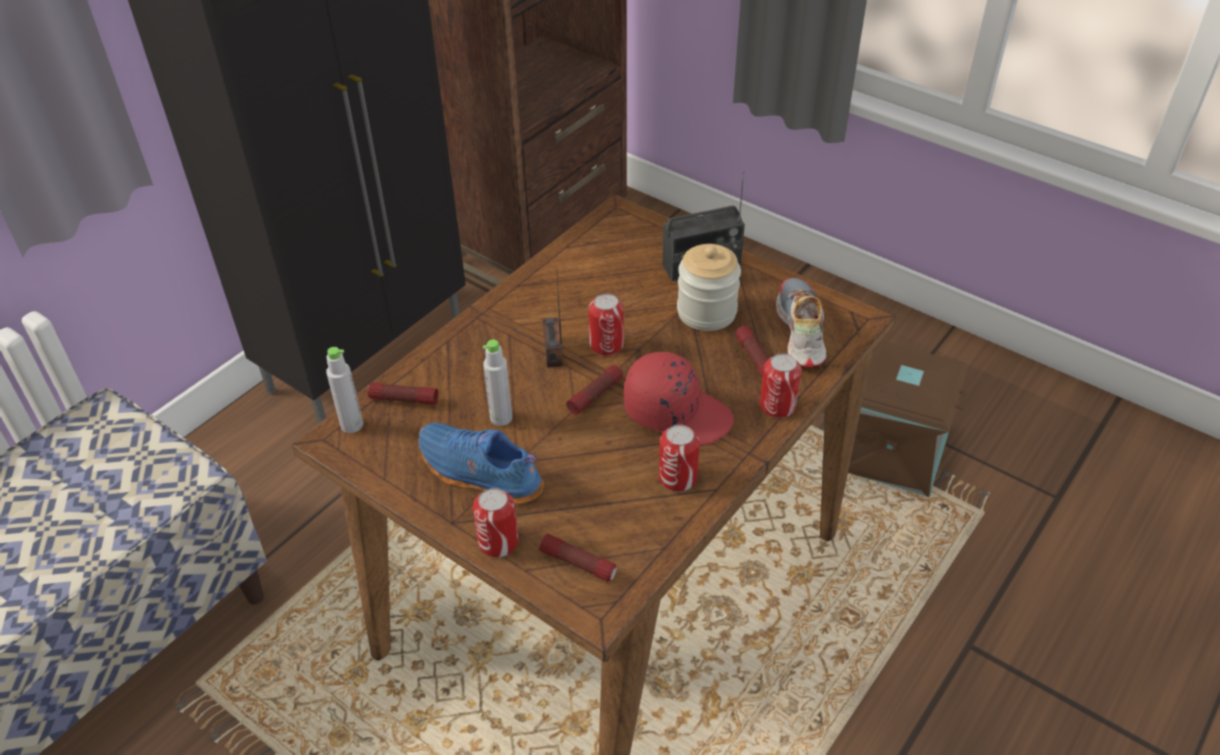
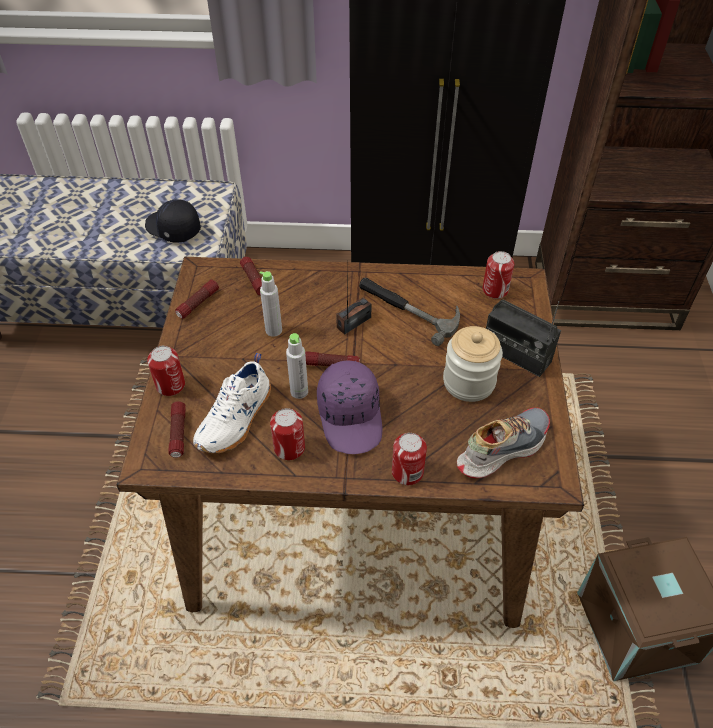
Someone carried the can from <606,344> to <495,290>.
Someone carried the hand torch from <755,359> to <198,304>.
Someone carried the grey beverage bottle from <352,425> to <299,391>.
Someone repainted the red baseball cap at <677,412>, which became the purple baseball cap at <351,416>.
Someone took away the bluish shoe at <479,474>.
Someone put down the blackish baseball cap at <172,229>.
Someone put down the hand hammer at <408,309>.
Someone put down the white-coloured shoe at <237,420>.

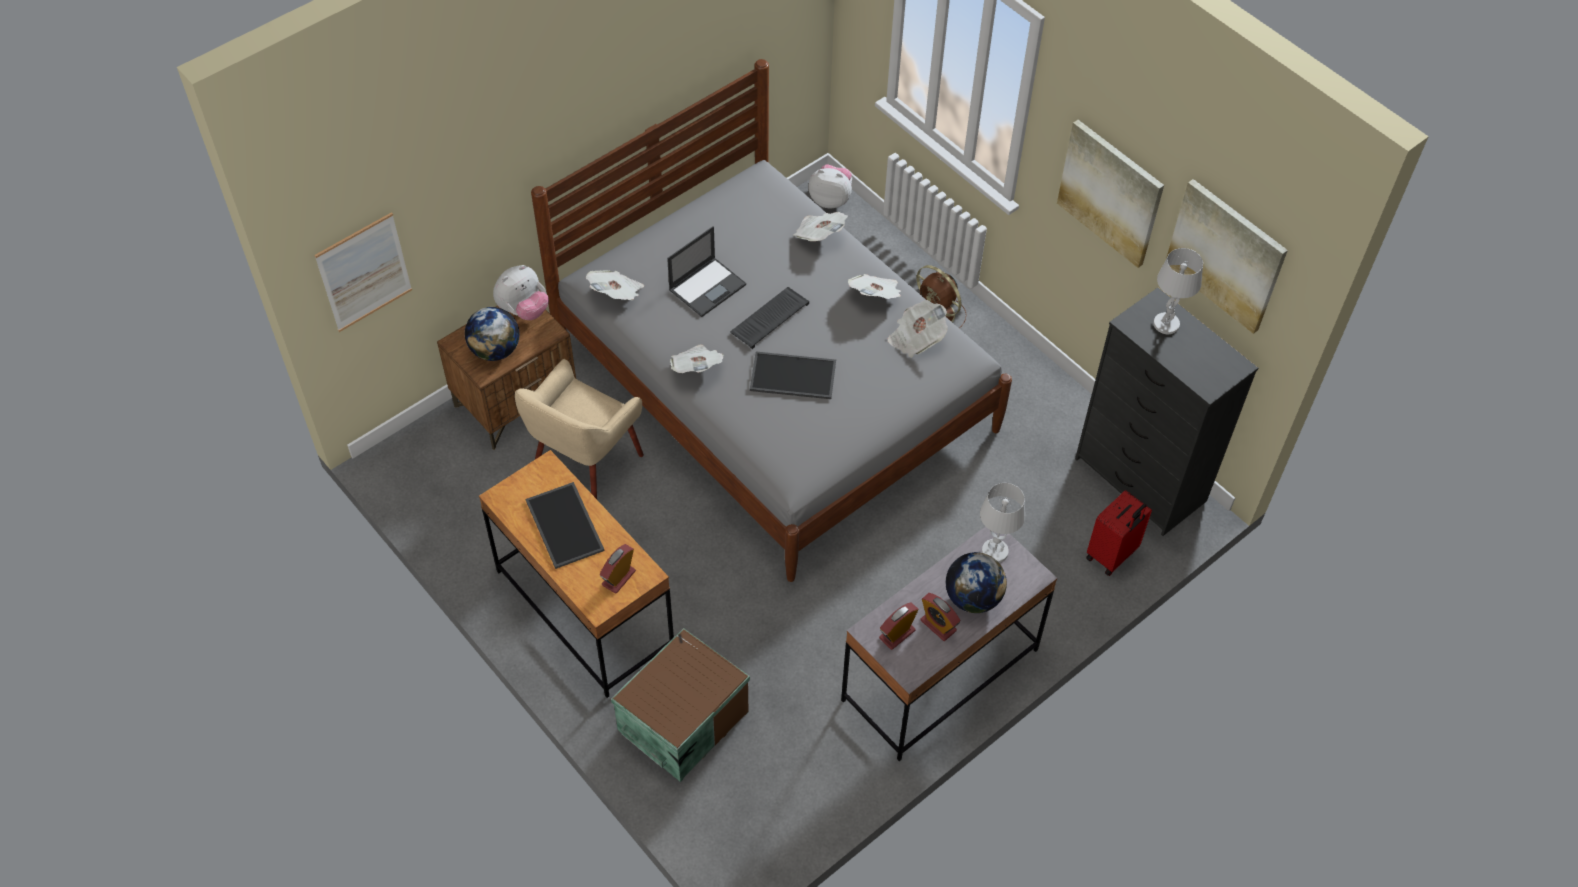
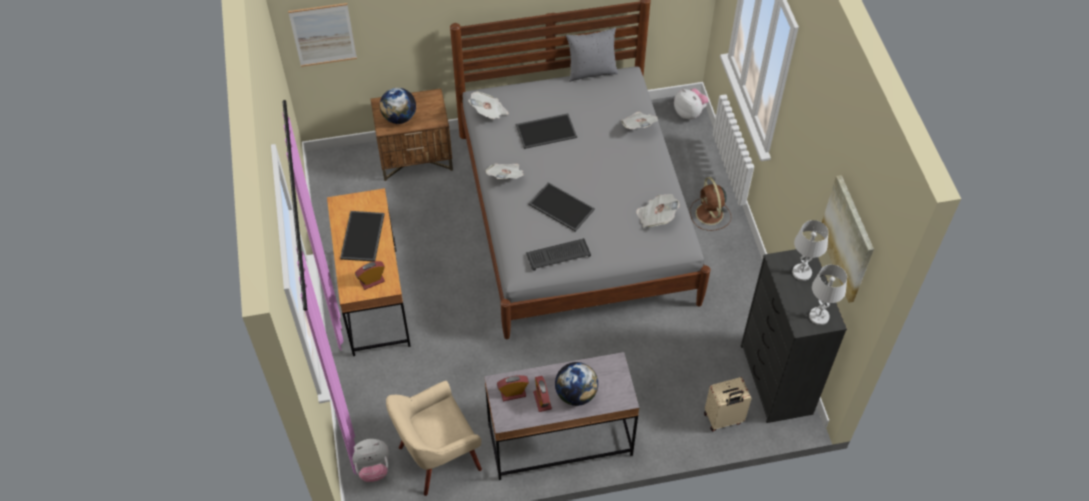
Someone took away the wall picture at <1110,192>.
Someone swapped the notebook computer at <708,287> for the carrying tray at <546,130>.
Someone carried the plush toy from <523,310> to <373,468>.
Someone took away the daily paper at <876,295>.
Someone carried the keyboard from <769,317> to <558,254>.
Someone carried the sand-coloured easy chair from <585,464> to <438,457>.
Someone carried the white-coloured lamp for a table from <994,551> to <818,316>.
Someone repainted the red piece of luggage at <1112,555>, which became the sand-coloured piece of luggage at <723,419>.
Someone took away the brownish storage container at <681,720>.
Someone put down the grey throw pillow at <591,71>.

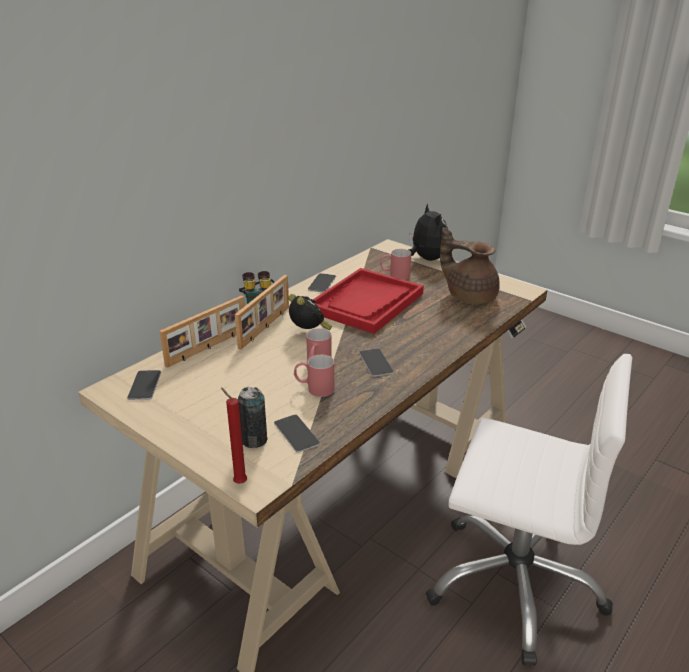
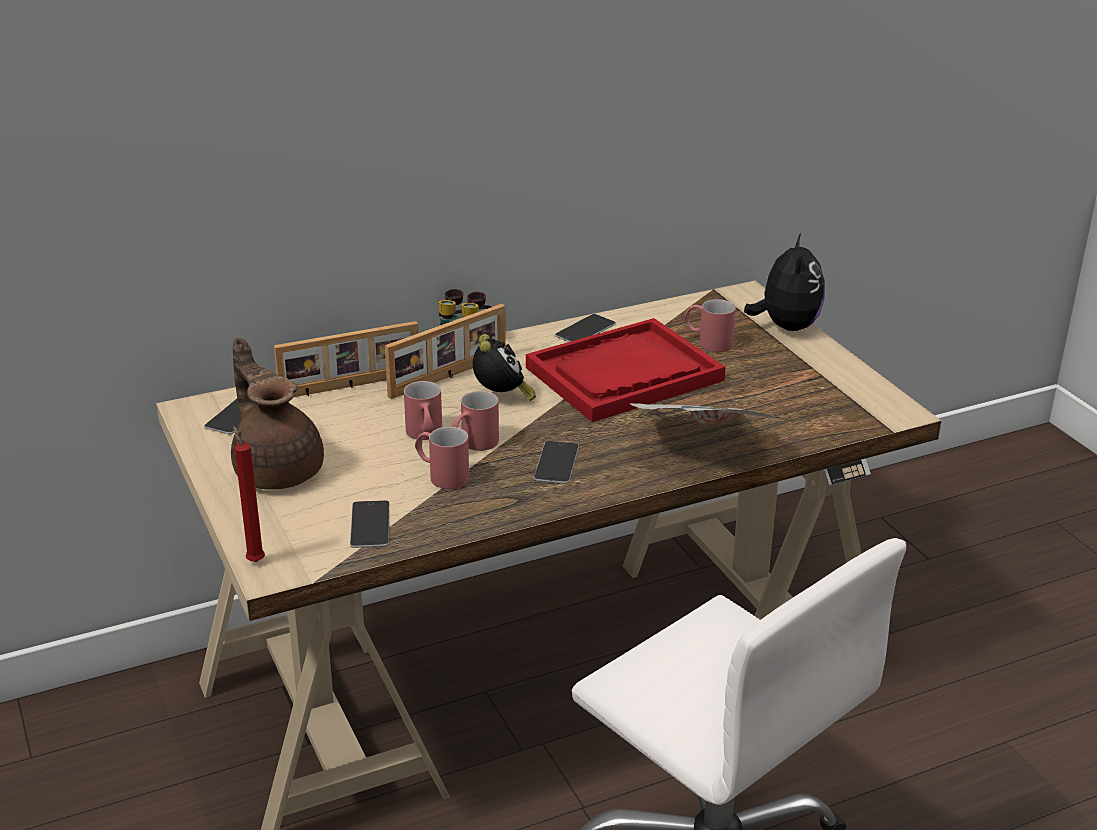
Someone carried the brownish tea pot from <469,295> to <278,469>.
Someone took away the can at <254,440>.
Someone put down the red tea mug at <425,436>.
Someone put down the daily paper at <703,445>.

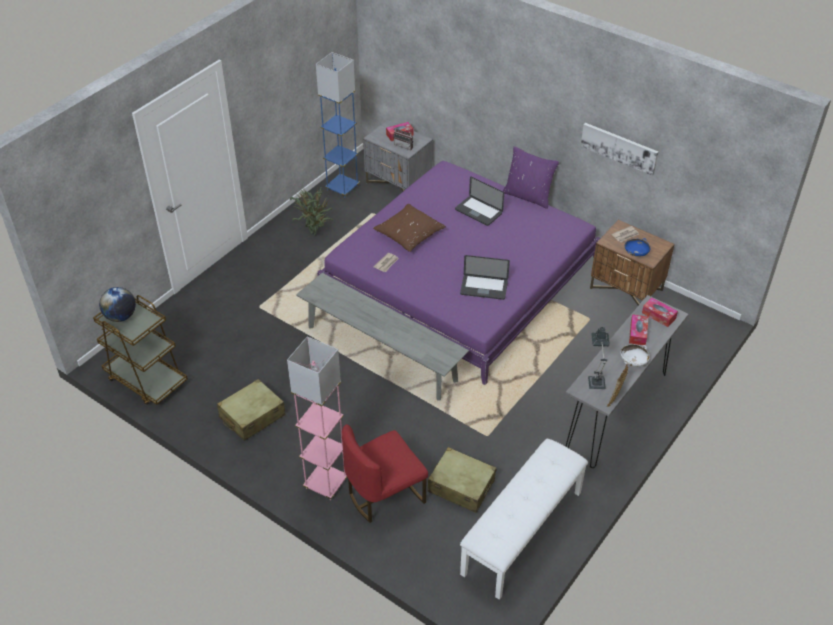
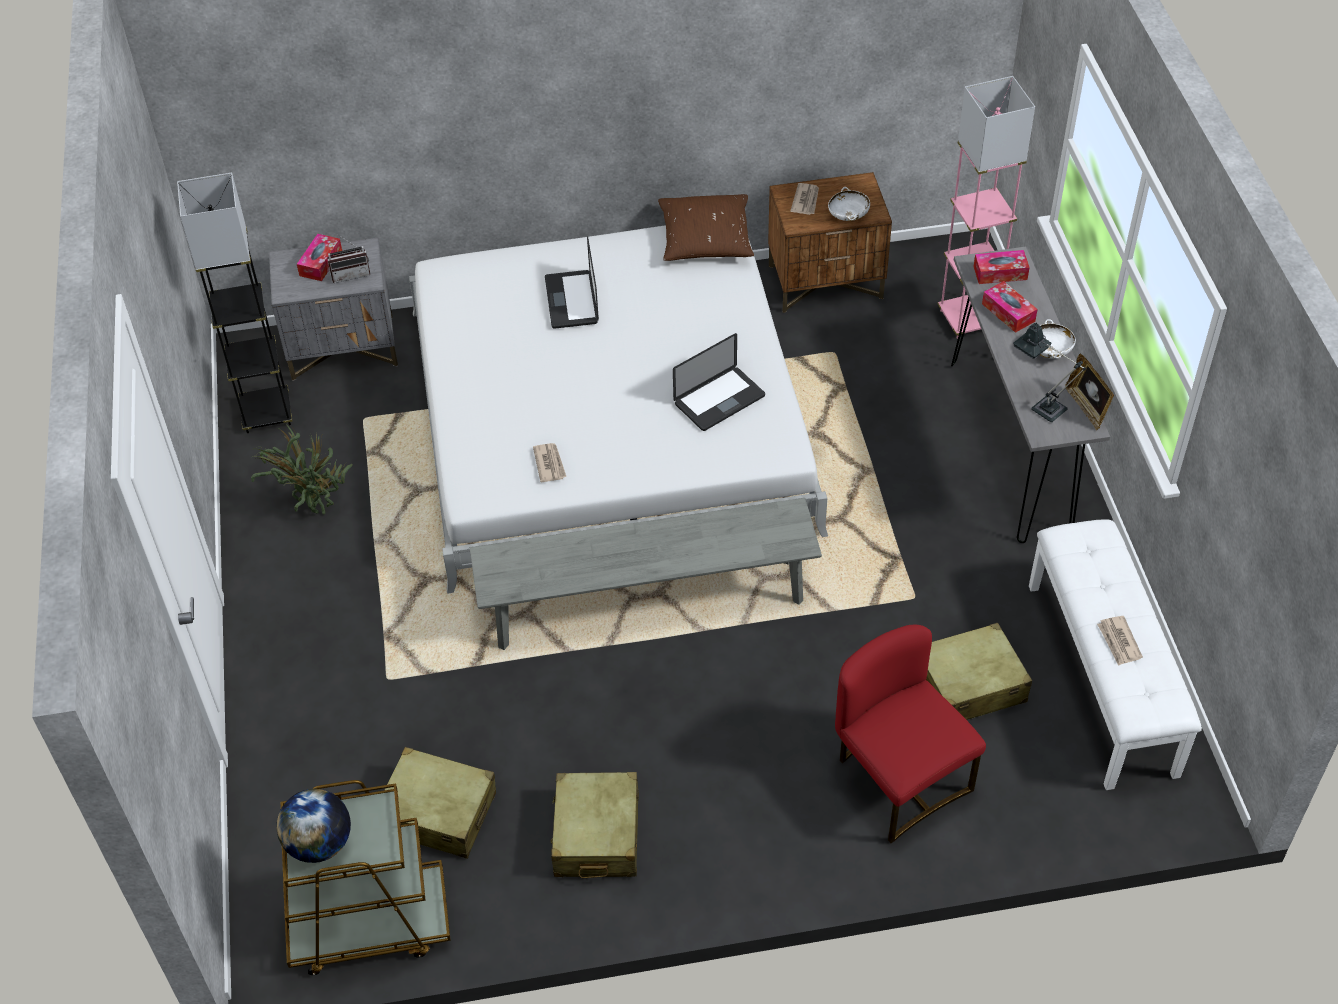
Someone repainted the bluish floor lamp at <342,188>, which became the grey floor lamp at <267,413>.
Someone took away the wall picture at <619,148>.
Someone took away the purple throw pillow at <528,196>.
Someone repainted the purple bed at <460,277>, which became the white-coloured bed at <608,419>.
Someone rotated the notebook computer at <478,211> by 90 degrees clockwise.
Someone carried the brownish throw pillow from <409,234> to <705,239>.
Someone repainted the bluish deep dish at <636,253>, which became the white-coloured deep dish at <848,216>.
Someone carried the pinkish floor lamp from <325,483> to <967,319>.
Someone rotated the red upright chair at <384,495> by 135 degrees clockwise.
Someone put down the daily paper at <1119,642>.
Someone put down the sand-coloured piece of luggage at <437,812>.

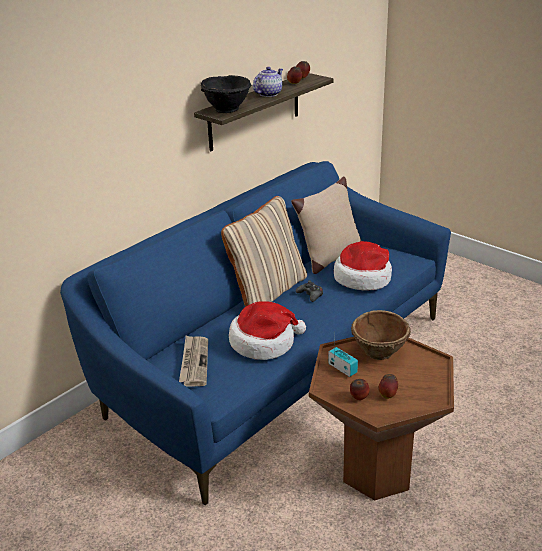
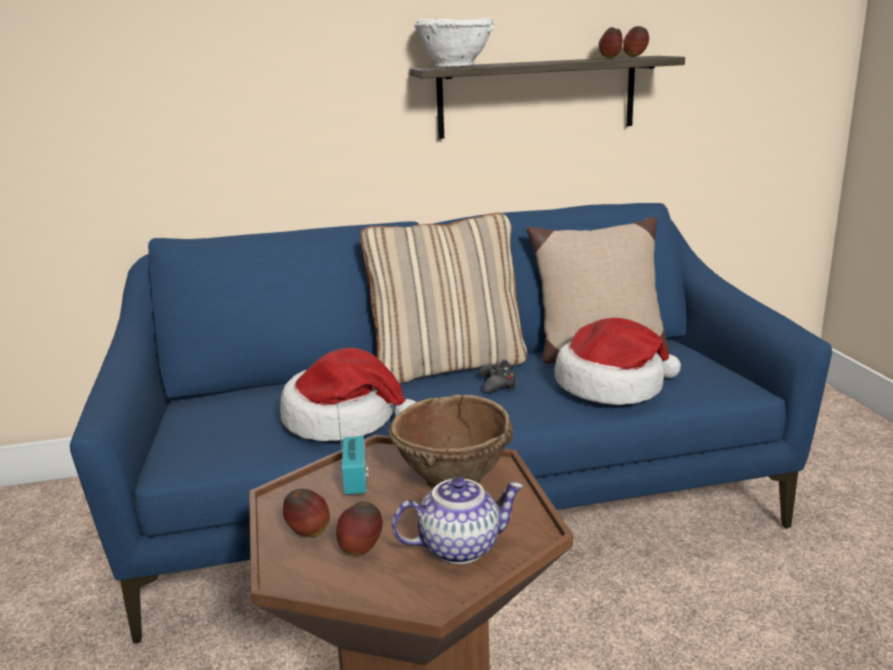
Someone carried the tea pot from <268,94> to <460,546>.
Someone repainted the blackish deep dish at <227,109>, which became the white-coloured deep dish at <456,66>.
Someone took away the daily paper at <194,362>.

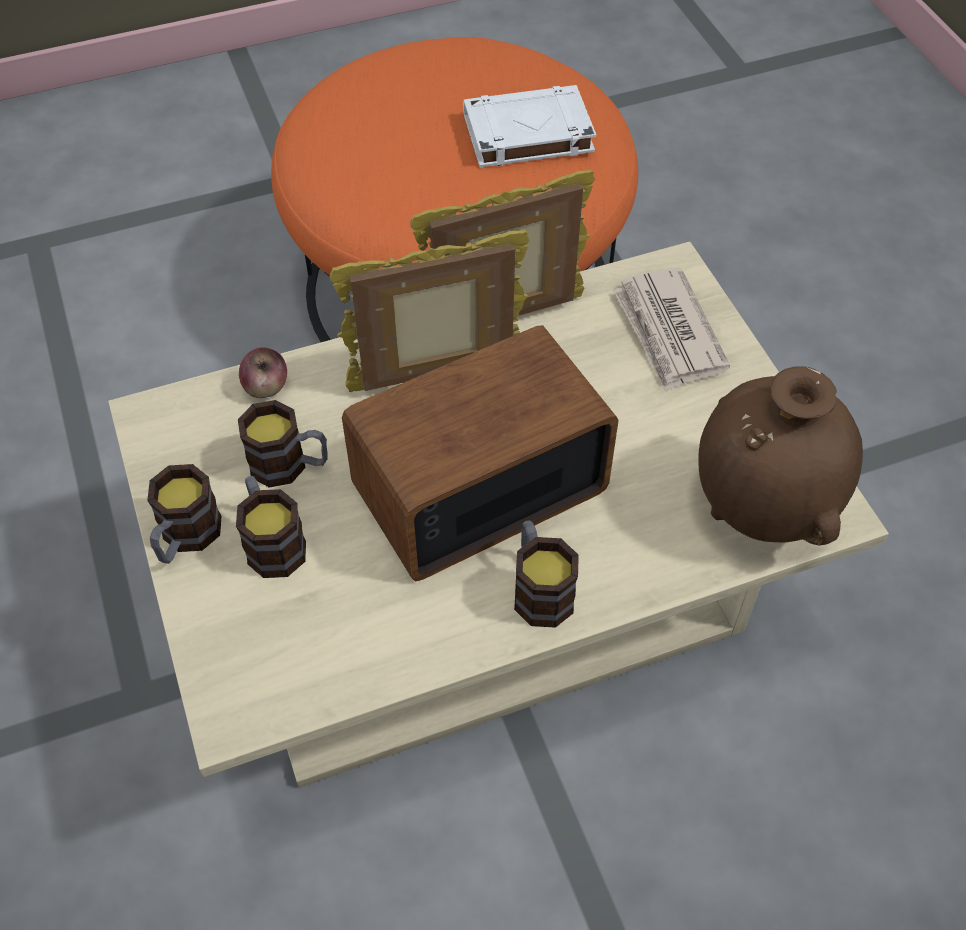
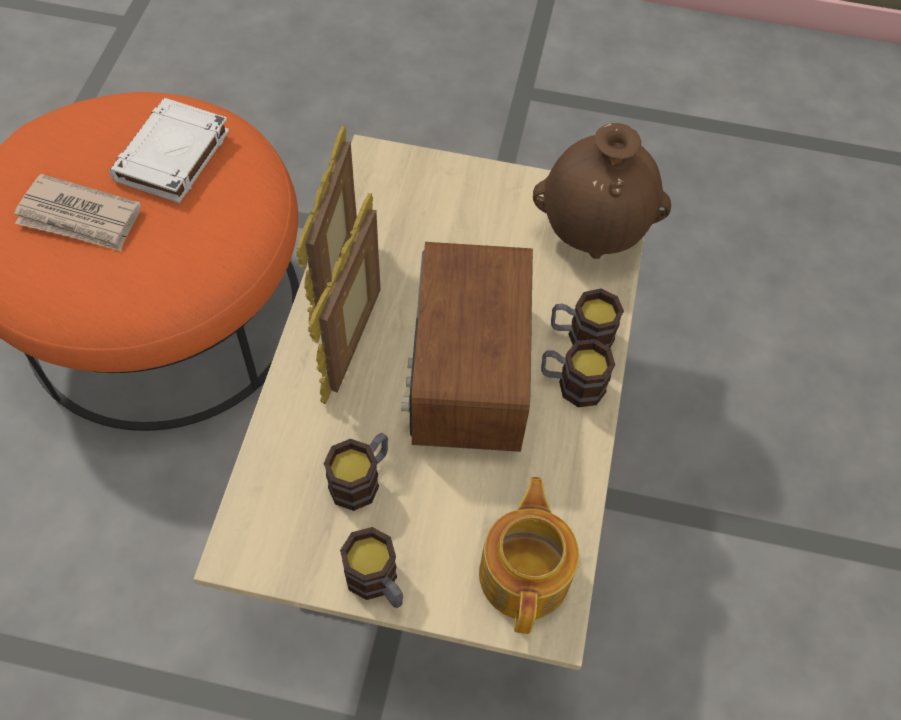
Someone carried the daily paper from <668,333> to <80,217>.
Someone took away the apple at <266,387>.
Someone carried the tea mug from <272,541> to <581,335>.
Someone put down the tea pot at <526,573>.

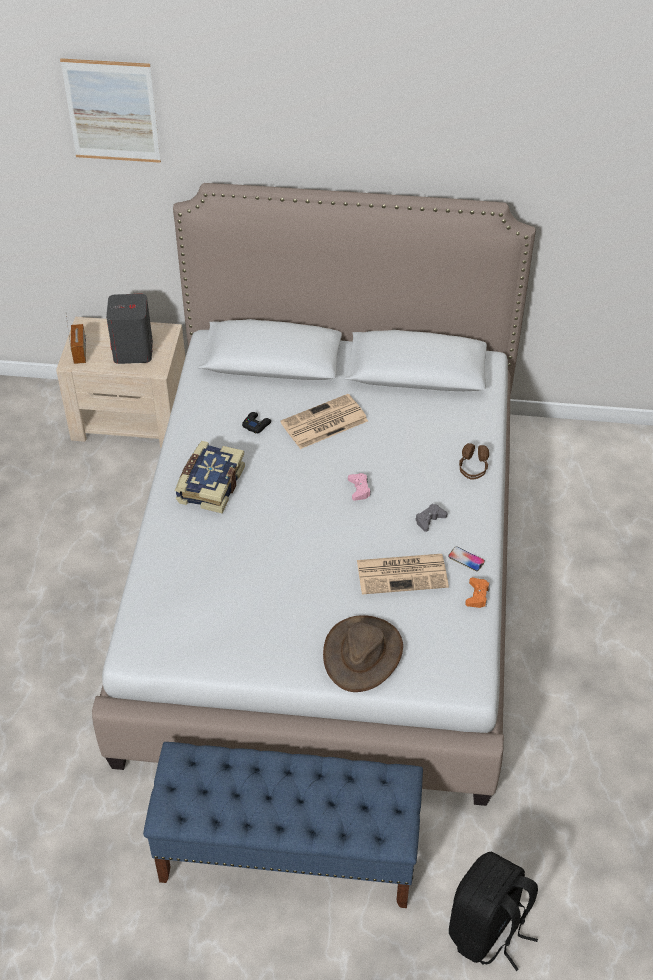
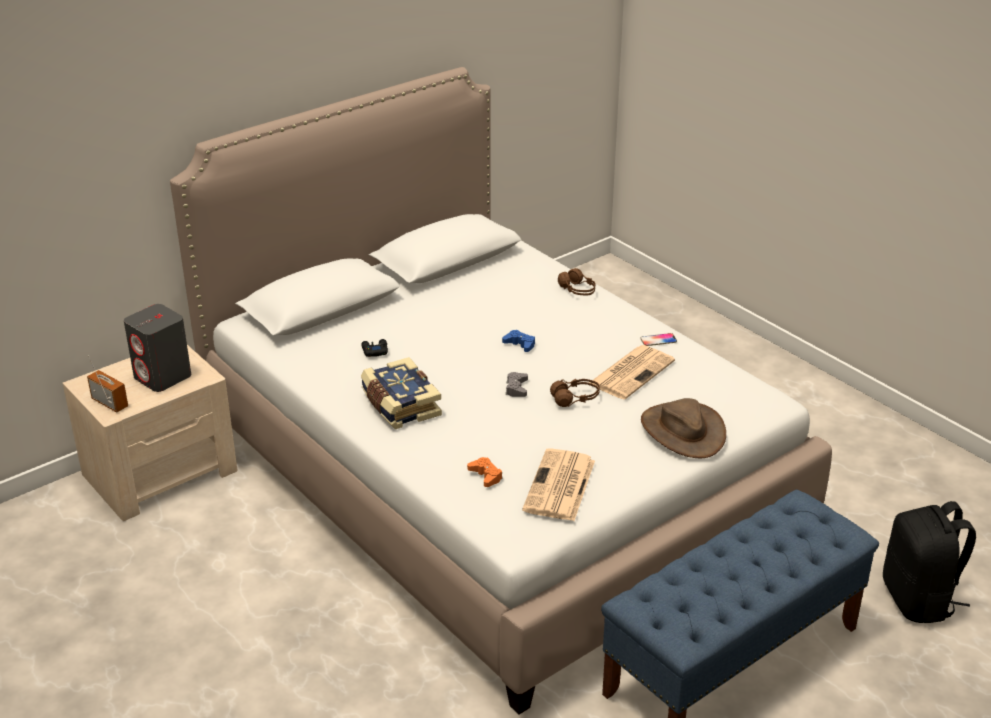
Someone took away the wall picture at <112,111>.
Someone carried the daily paper from <323,423> to <560,487>.
Someone repainted the pinkish joypad at <359,489>, which became the bluish joypad at <520,344>.
Someone carried the grey joypad from <429,520> to <516,388>.
Someone carried the orangey joypad from <477,595> to <485,475>.
Someone put down the brownish headphones at <575,399>.

